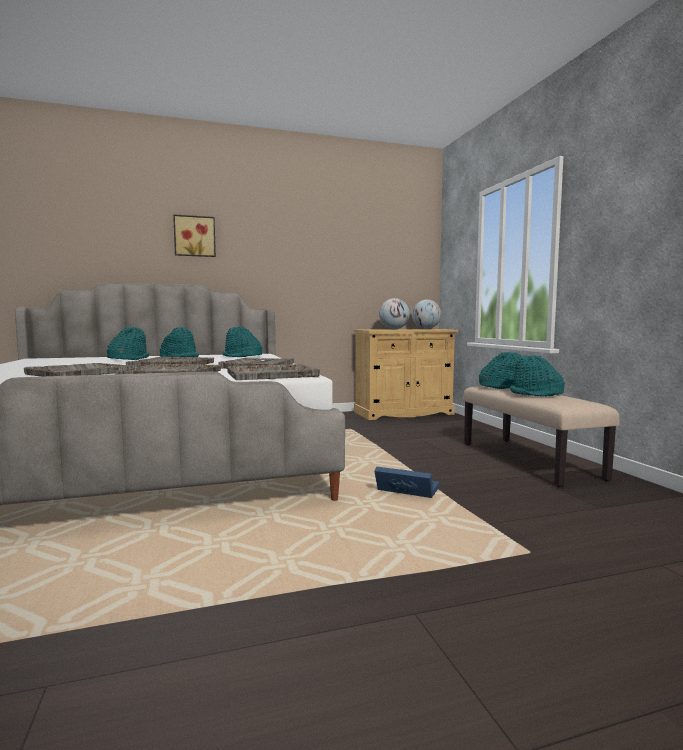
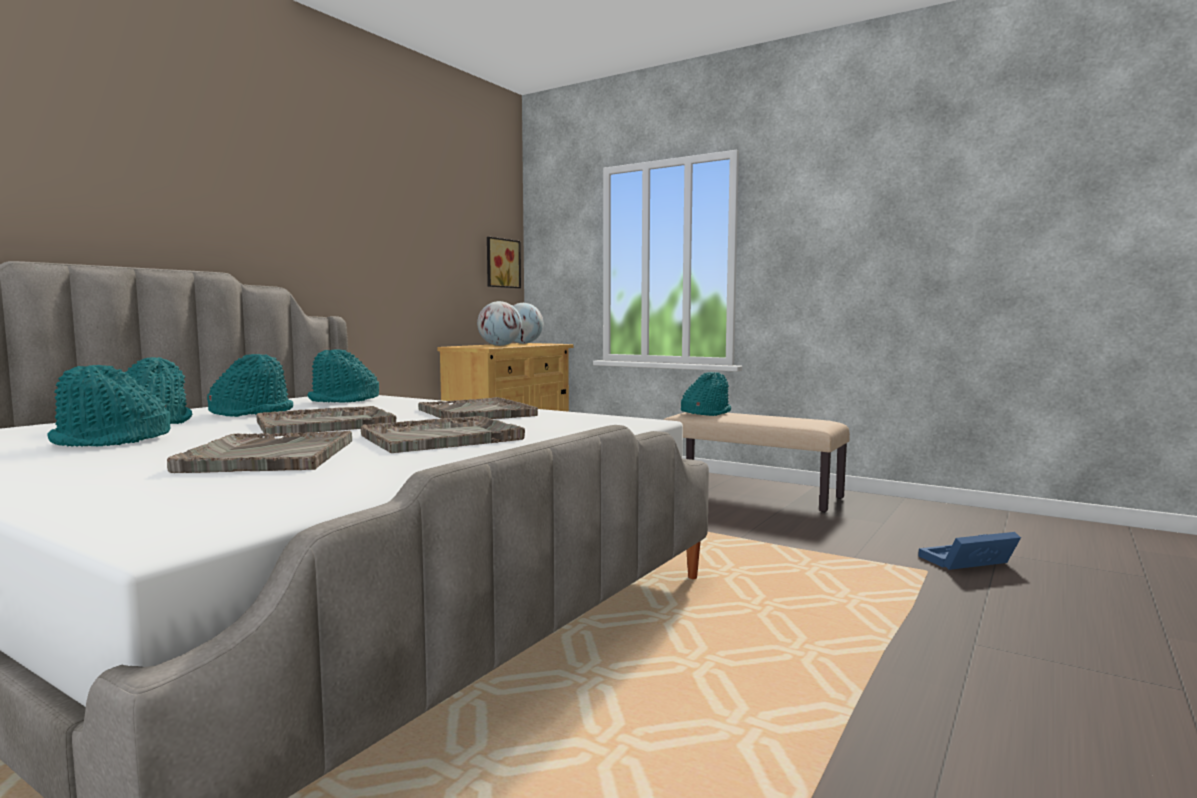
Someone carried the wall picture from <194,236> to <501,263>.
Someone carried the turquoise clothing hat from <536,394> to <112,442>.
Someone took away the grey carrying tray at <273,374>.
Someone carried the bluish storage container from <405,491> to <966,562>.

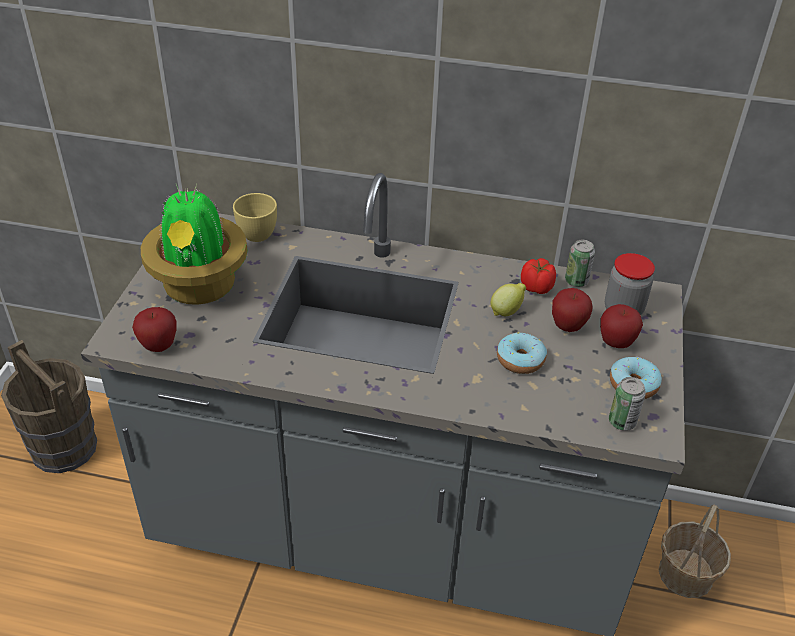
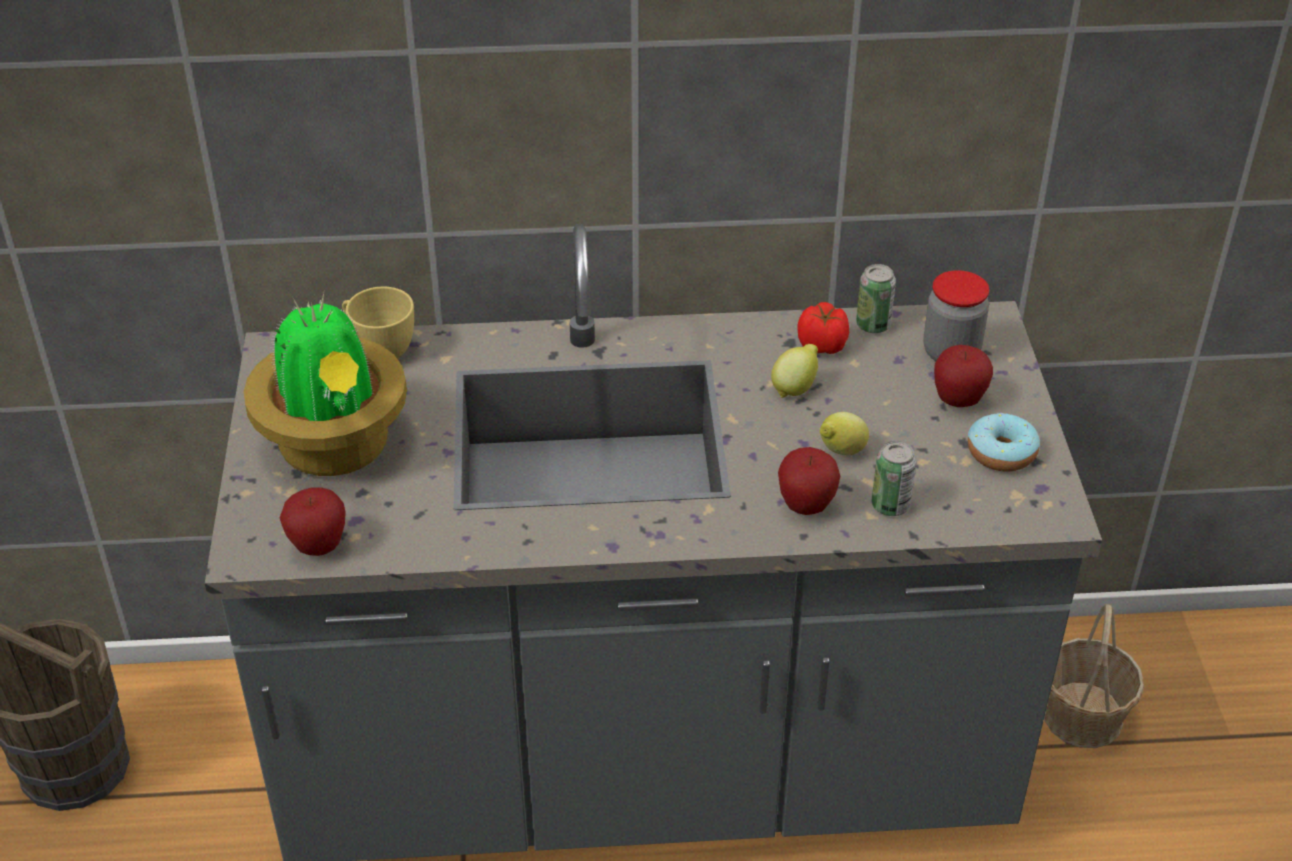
Someone carried the apple from <567,327> to <806,506>.
Someone swapped the ring doughnut at <520,360> for the whole lemon at <840,452>.
Someone carried the can from <622,422> to <890,505>.

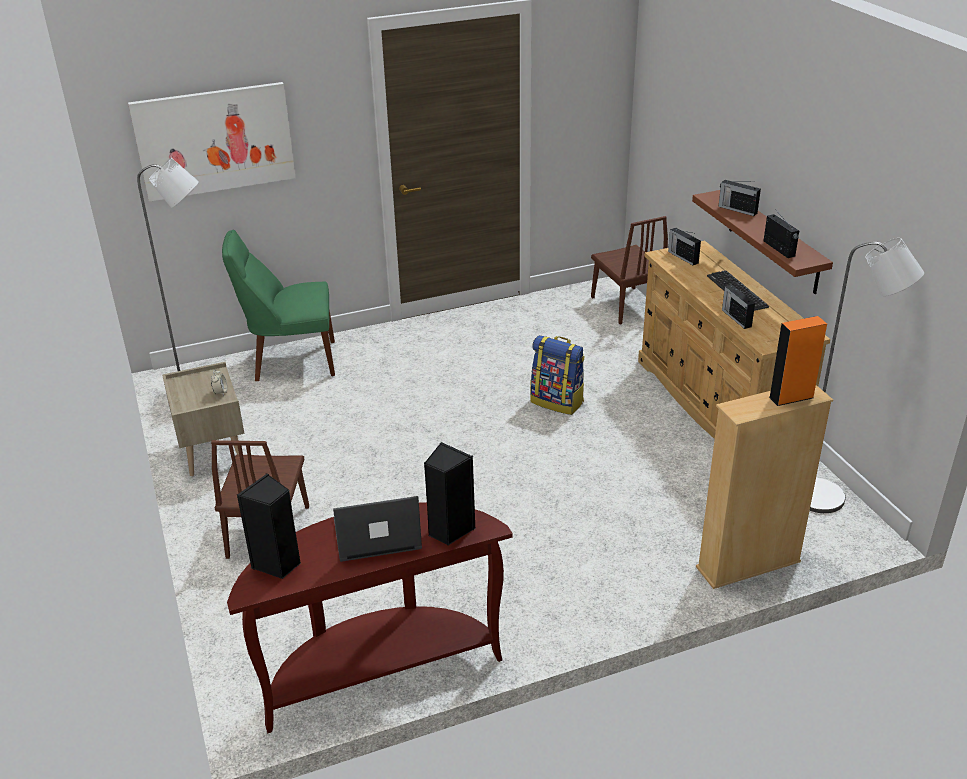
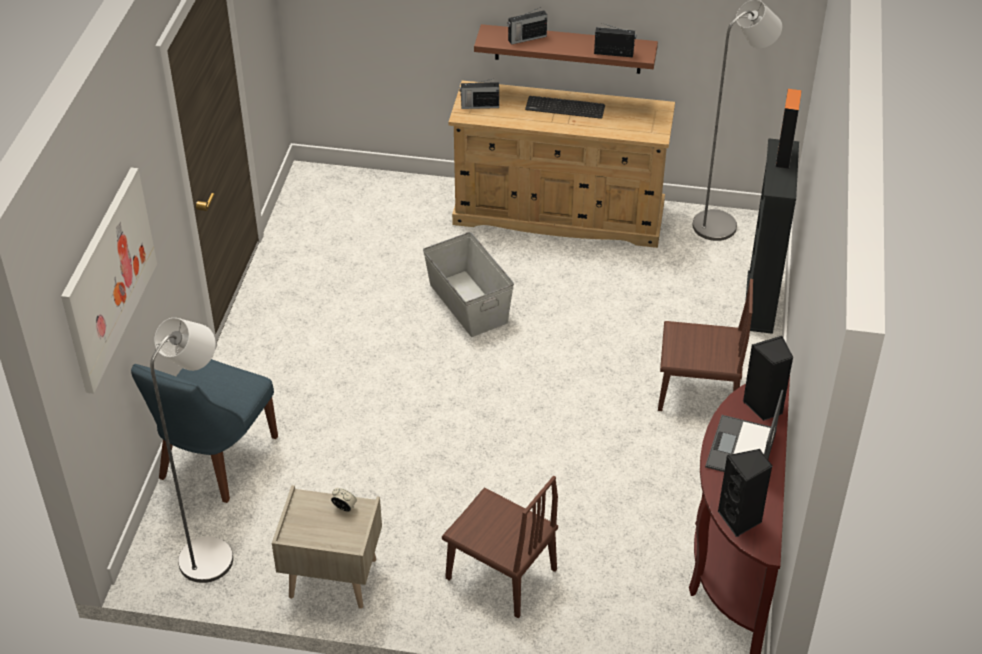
Someone carried the brownish upright chair from <626,305> to <698,391>.
Someone repainted the green upright chair at <290,361>, which became the bluish upright chair at <214,461>.
Someone took away the radio at <736,318>.
Someone swapped the backpack at <557,402> for the grey storage container at <468,302>.
Someone repainted the sand-coloured bookshelf at <748,565>, which became the blackish bookshelf at <760,302>.

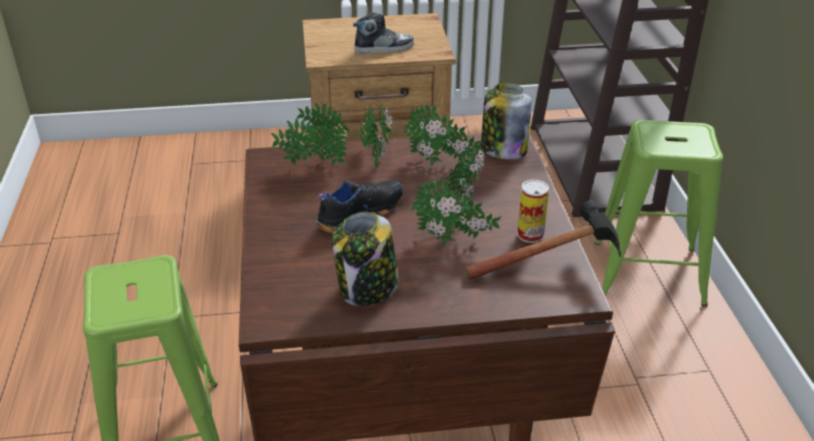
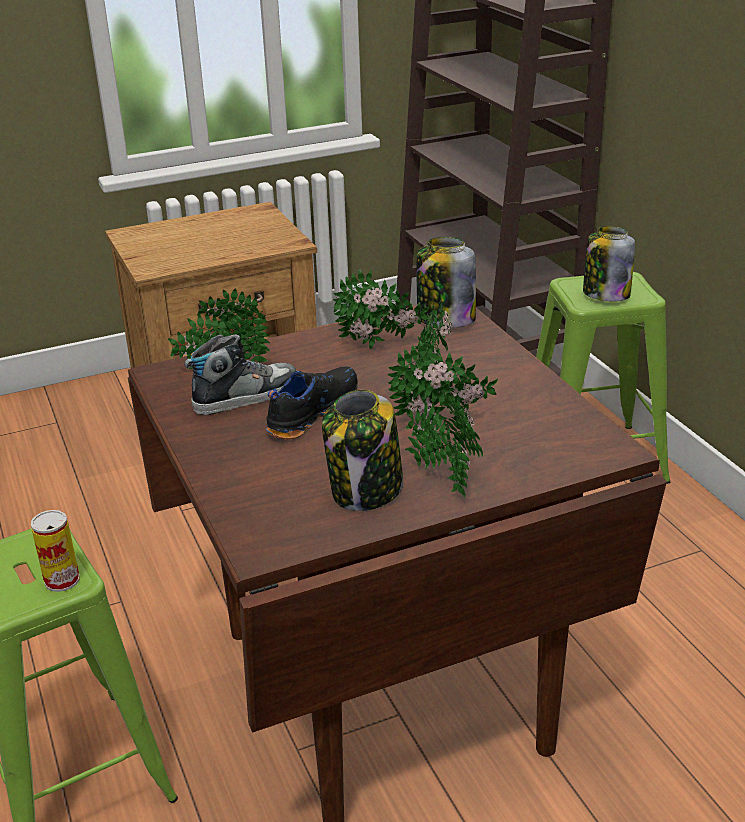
Someone carried the shoe from <384,48> to <246,396>.
Someone carried the houseplant from <375,156> to <442,477>.
Someone carried the can from <530,234> to <62,580>.
Someone took away the hand hammer at <556,264>.
Someone put down the storage jar at <605,294>.

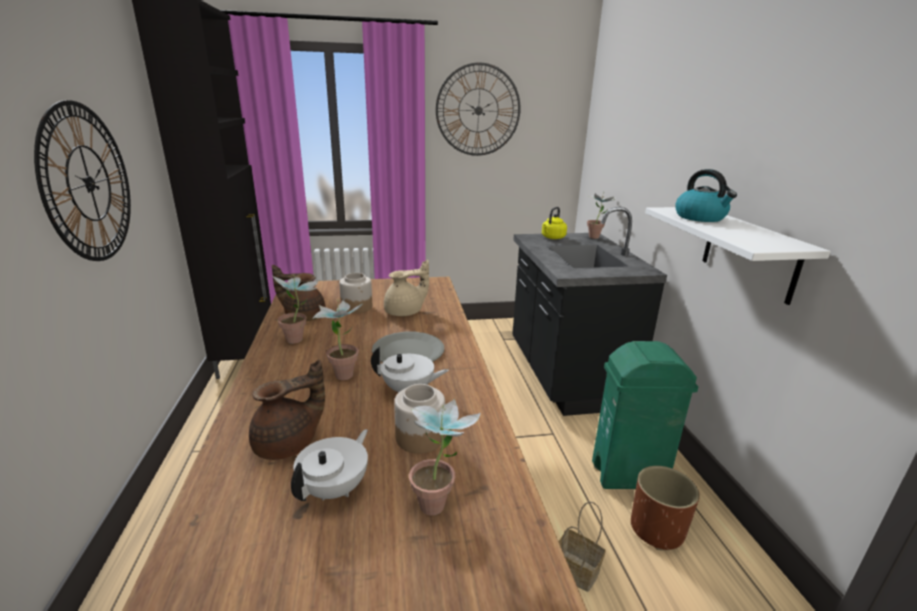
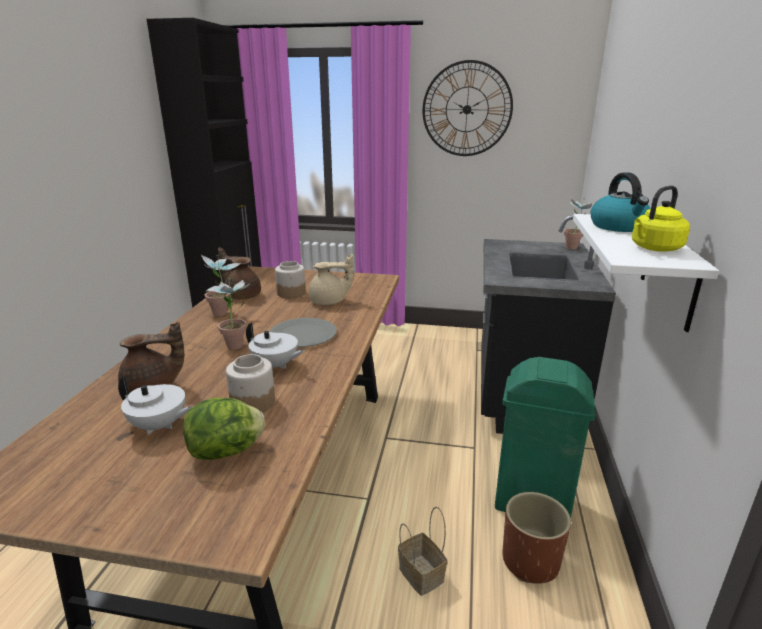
Someone took away the hanging clock at <88,183>.
Someone carried the yellow water kettle from <552,238> to <654,248>.
Someone swapped the houseplant at <440,501> for the lettuce at <227,452>.
Someone rotated the white-coloured tea pot at <335,488> by 60 degrees clockwise.

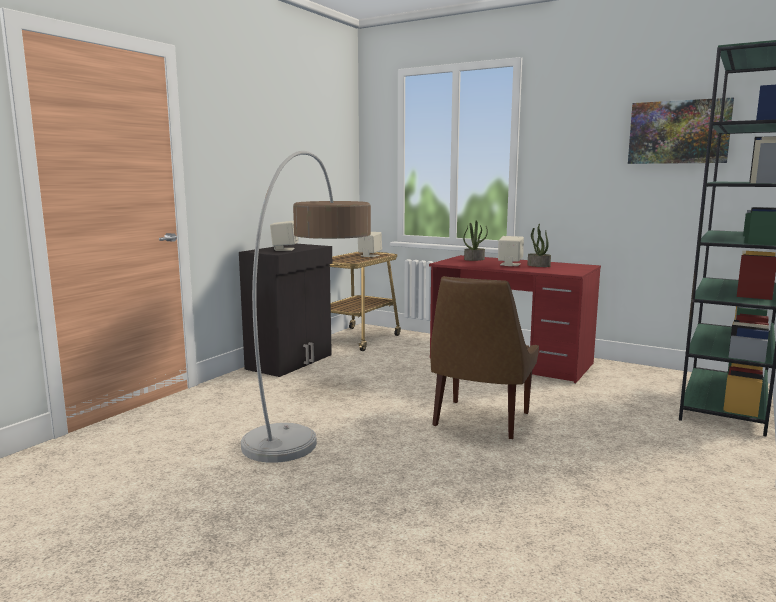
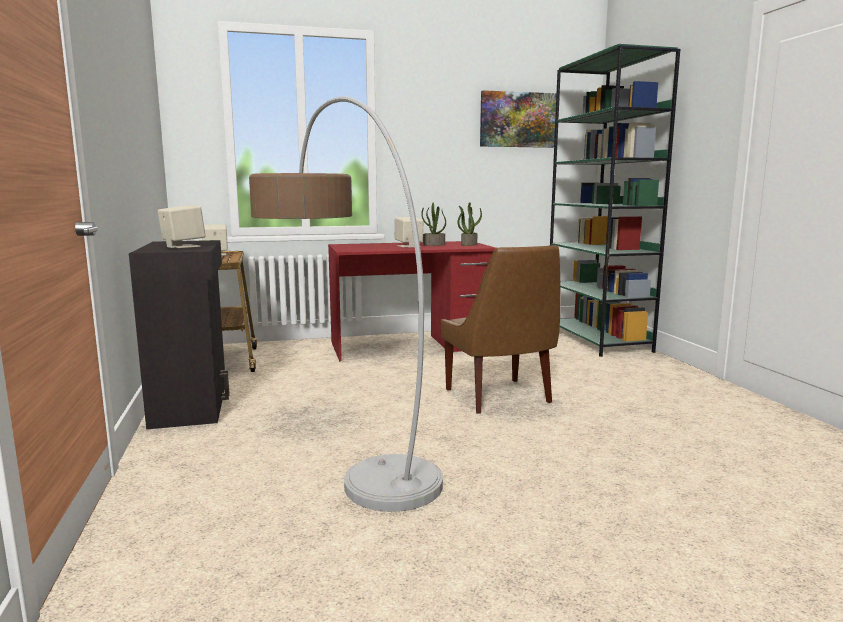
Someone carried the houseplant from <474,259> to <468,244>.

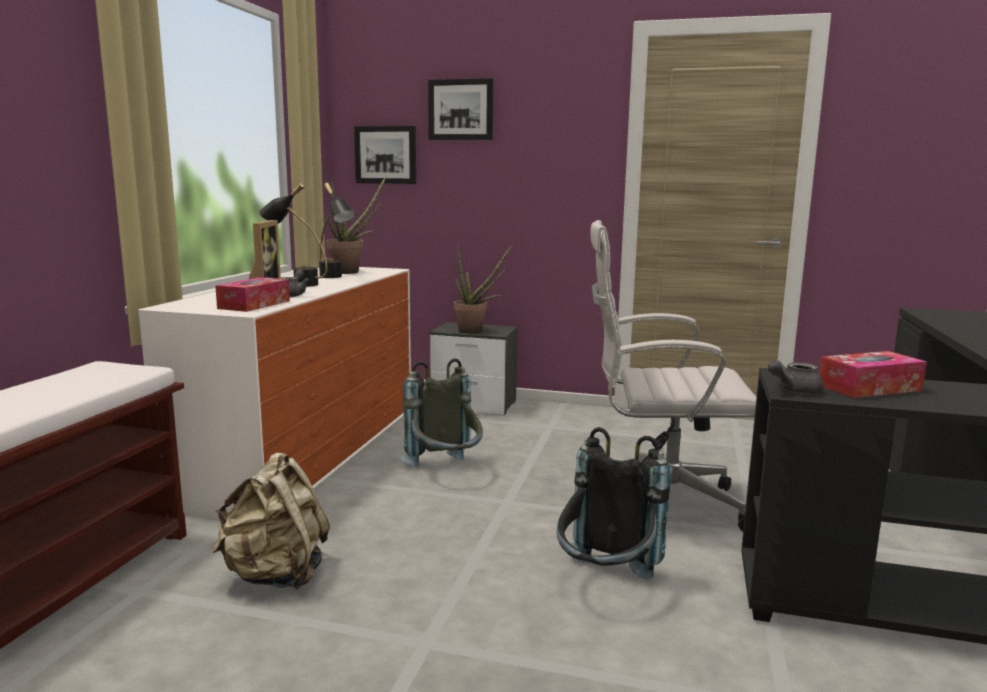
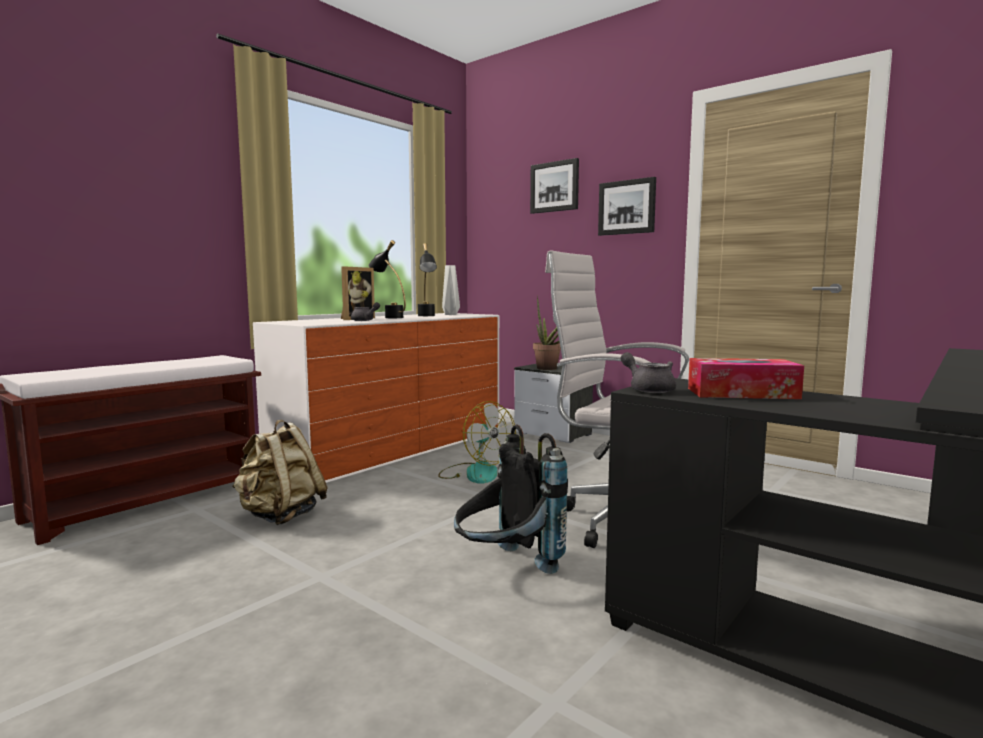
Someone carried the wall picture from <386,155> to <627,207>.
Someone swapped the houseplant at <351,272> for the grey decorative vase at <450,314>.
Someone took away the tissue holder at <254,305>.
Someone swapped the grey backpack at <445,471> for the electric fan at <475,473>.
Someone rotated the grey tea pot at <793,391> by 60 degrees clockwise.

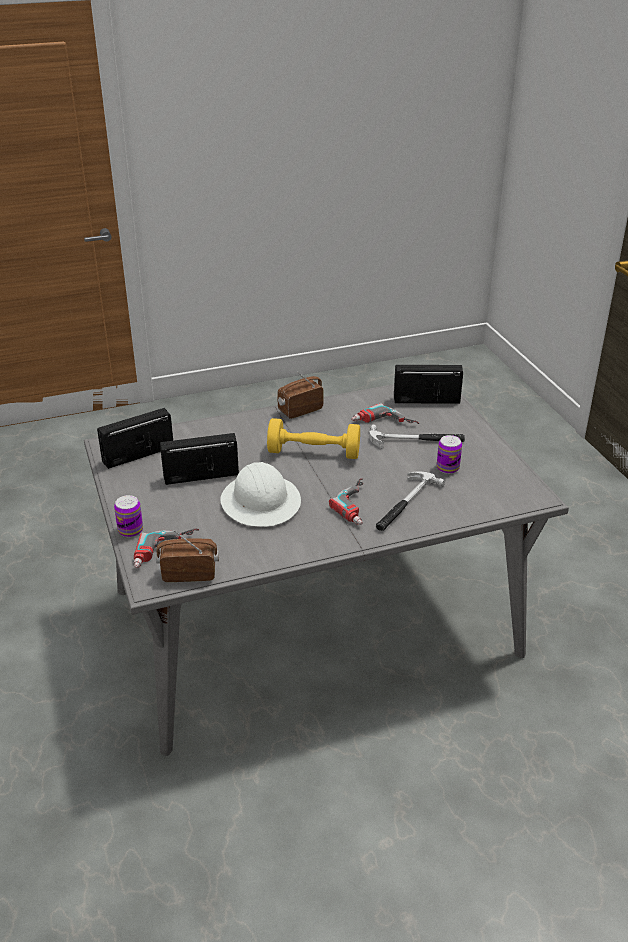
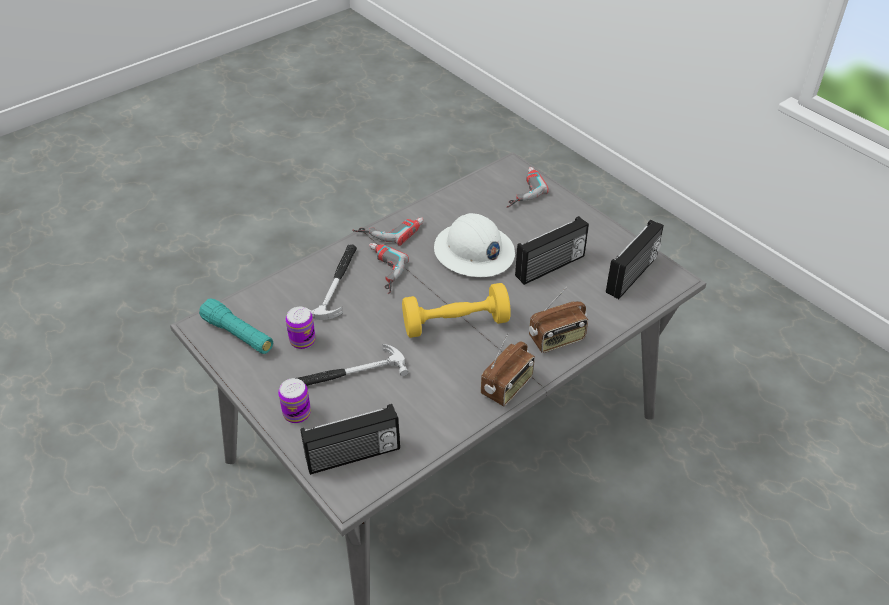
Someone carried the drill from <383,424> to <389,229>.
Someone carried the can from <130,530> to <297,413>.
Someone carried the radio from <189,573> to <557,340>.
Someone put down the turquoise hand torch at <238,334>.

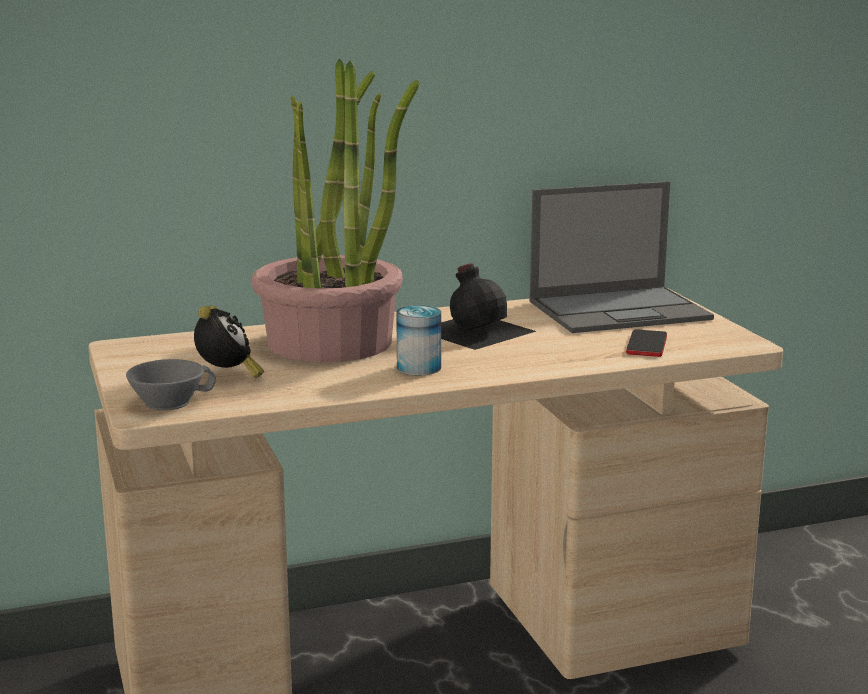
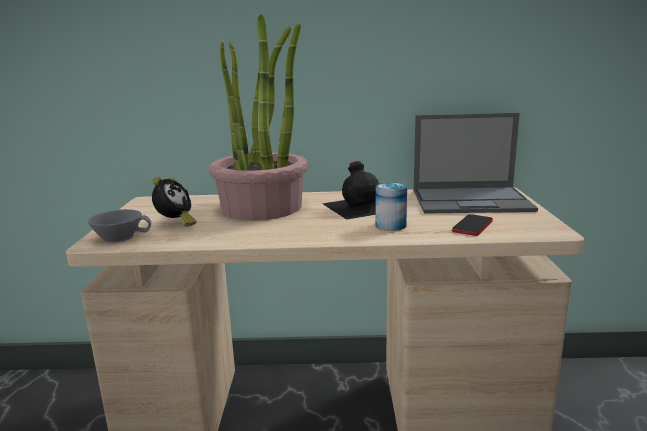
Someone carried the can from <419,368> to <390,225>.

